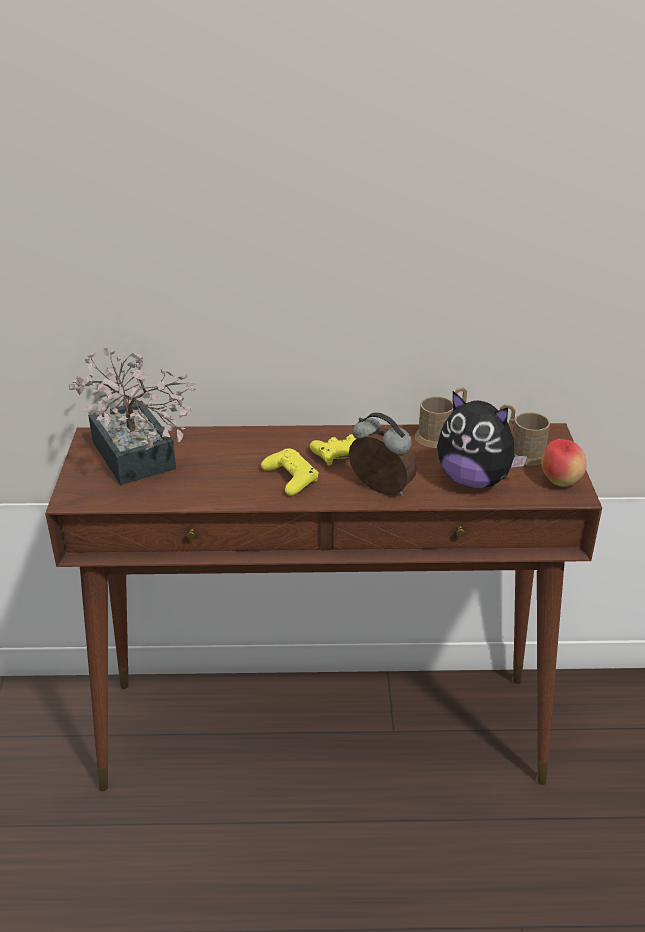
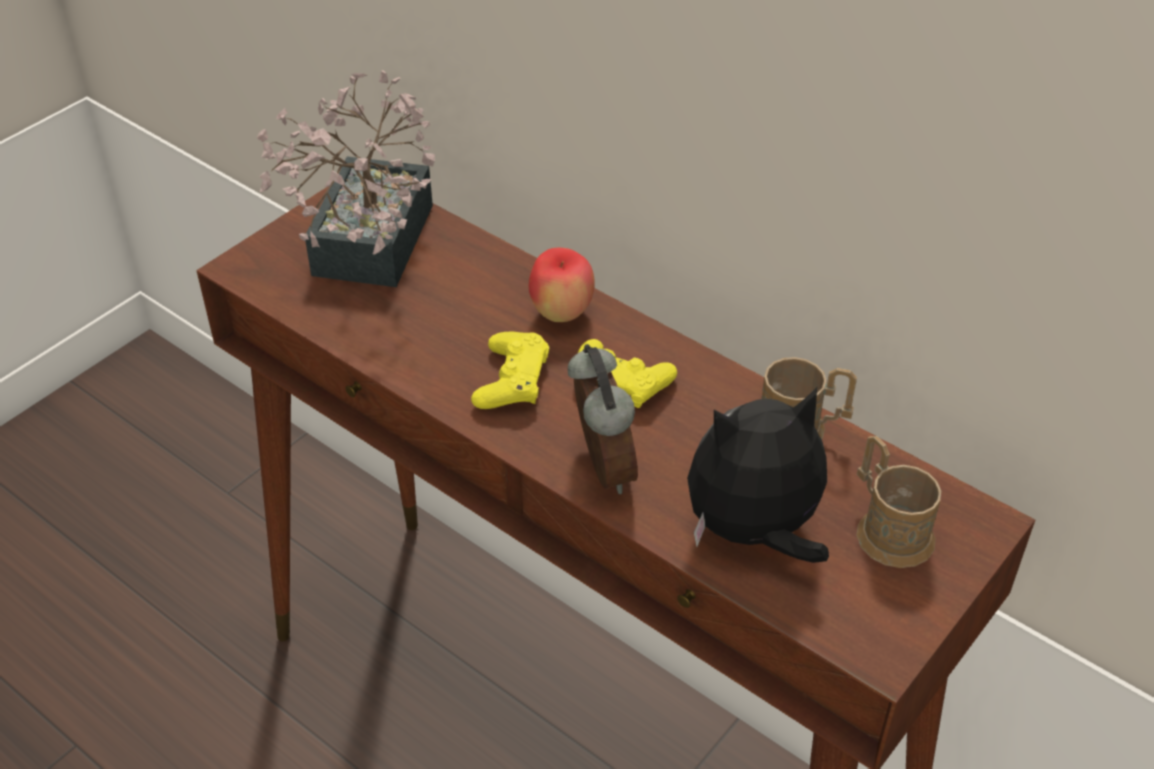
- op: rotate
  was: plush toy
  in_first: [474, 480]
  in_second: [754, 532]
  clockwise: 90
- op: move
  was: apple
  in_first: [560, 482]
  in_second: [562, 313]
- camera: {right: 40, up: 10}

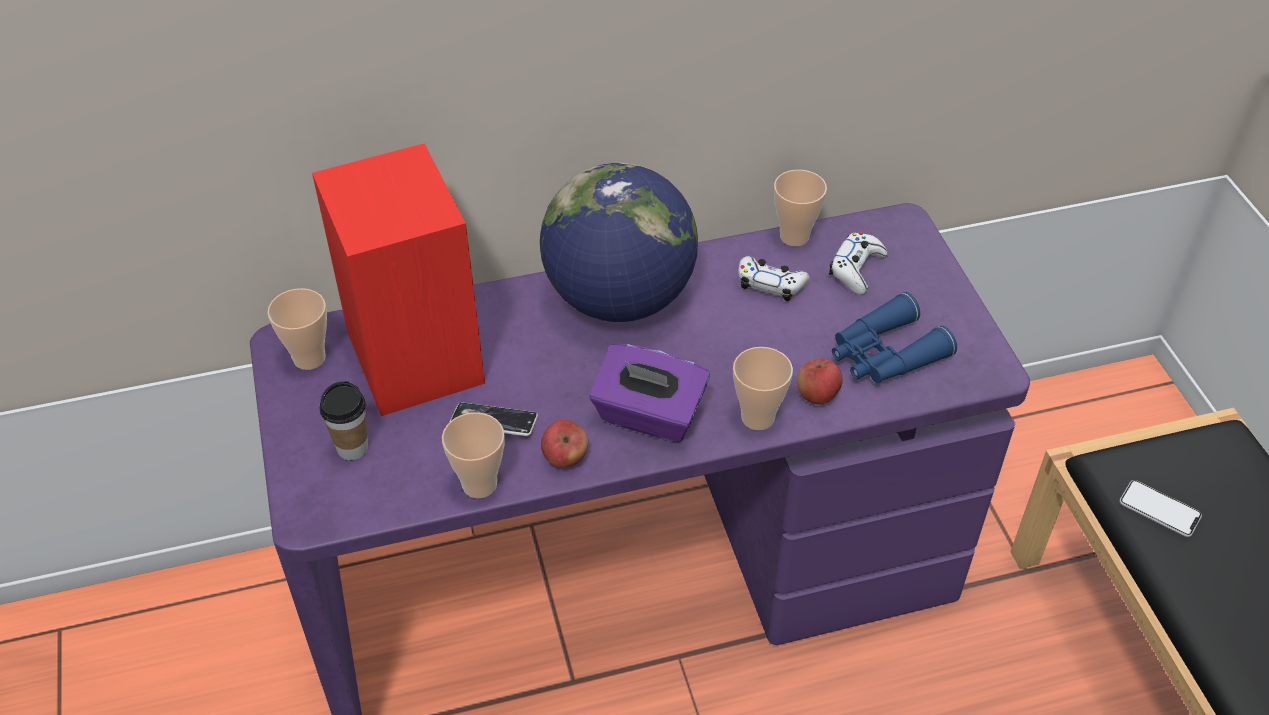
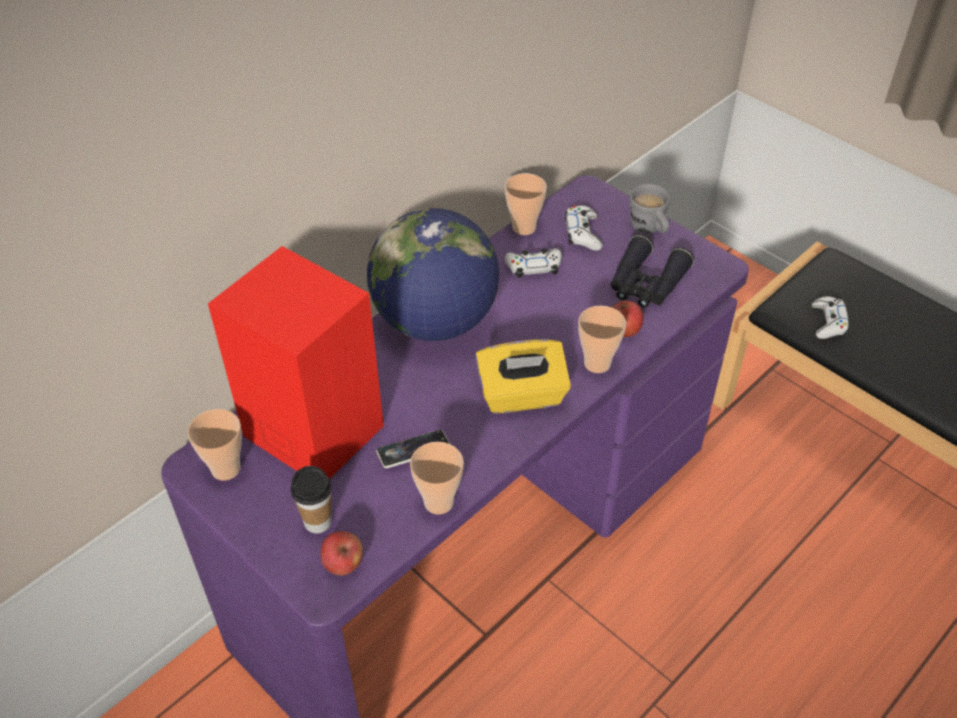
- op: recolor
  was: blue binoculars
  now: black binoculars
  in_first: [884, 354]
  in_second: [646, 284]
- op: recolor
  was: purple tissue box
  now: yellow tissue box
  in_first: [648, 416]
  in_second: [522, 395]
- op: move
  was: apple
  in_first: [565, 458]
  in_second: [343, 564]
- op: replace
  was: phone
  now: white game controller
  in_first: [1159, 509]
  in_second: [828, 322]
- op: insert
  now: grey mug
  in_second: [649, 230]
- camera: {right: -30, up: 0}

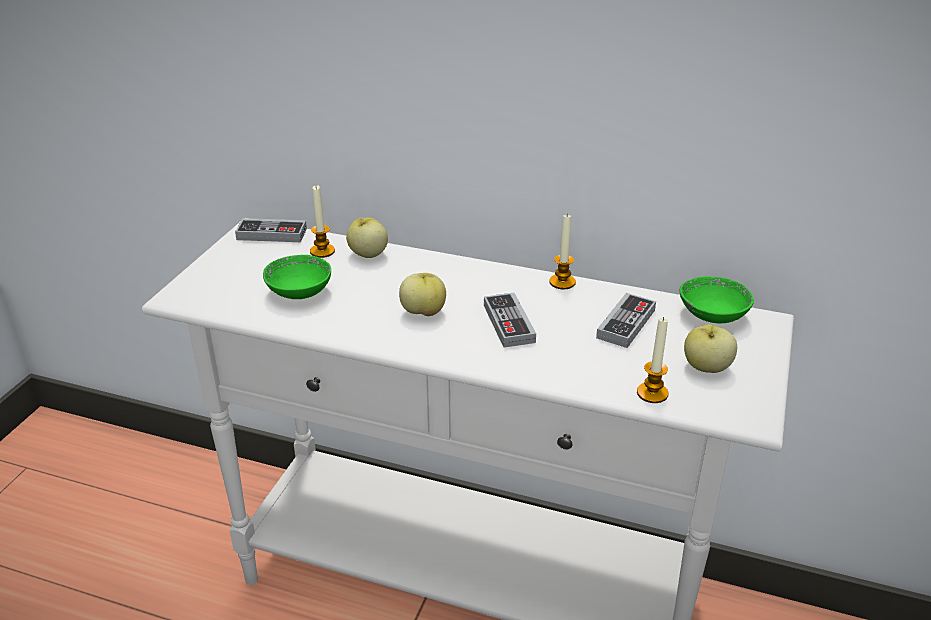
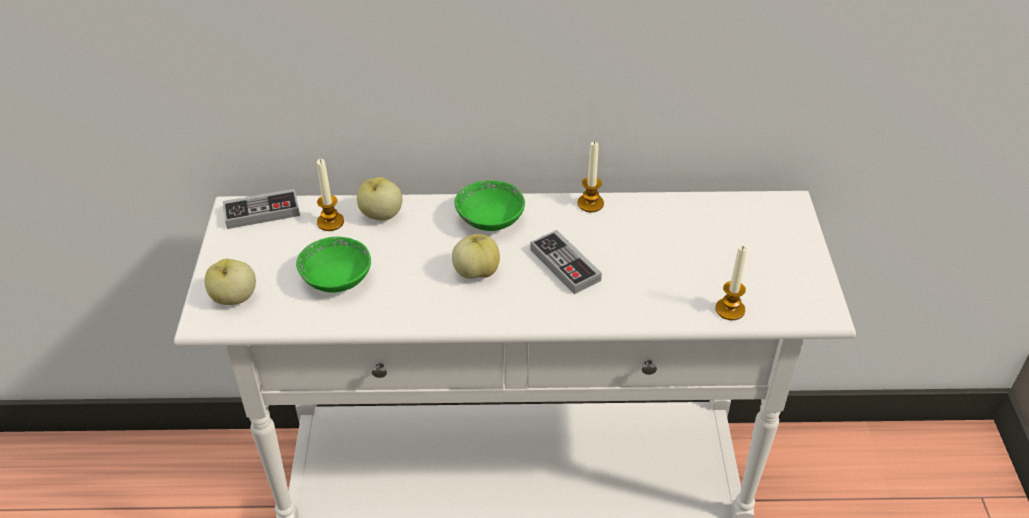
- op: move
  was: green bowl
  in_first: [712, 315]
  in_second: [490, 220]
- op: delete
  was: game controller
  in_first: [626, 324]
- op: move
  was: apple
  in_first: [706, 367]
  in_second: [234, 298]
- camera: {right: -20, up: 10}

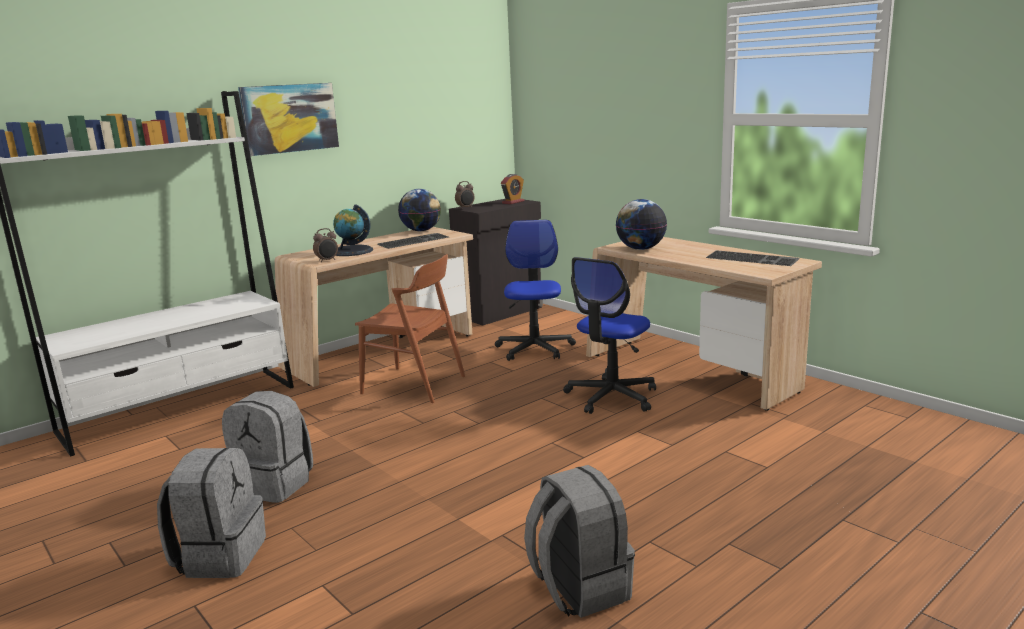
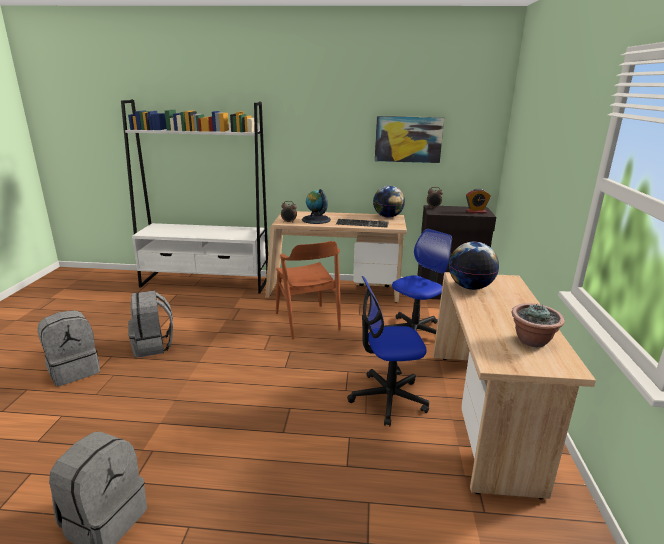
- op: move
  was: picture
  in_first: [289, 118]
  in_second: [408, 139]
- op: replace
  was: keyboard
  now: potted plant
  in_first: [753, 258]
  in_second: [532, 341]
- camera: {right: 45, up: 5}

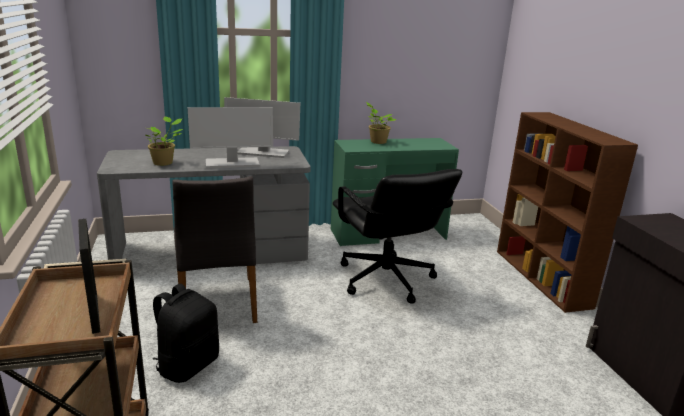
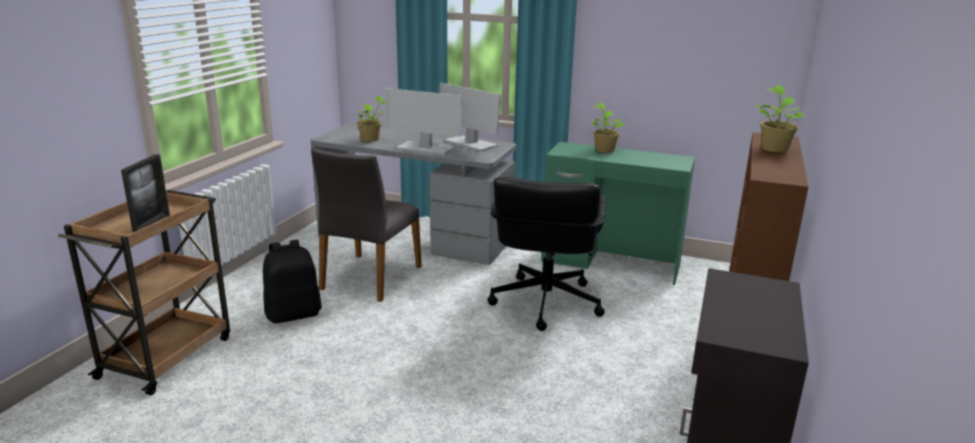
- op: insert
  now: potted plant
  in_second: [773, 148]
- camera: {right: 35, up: 0}

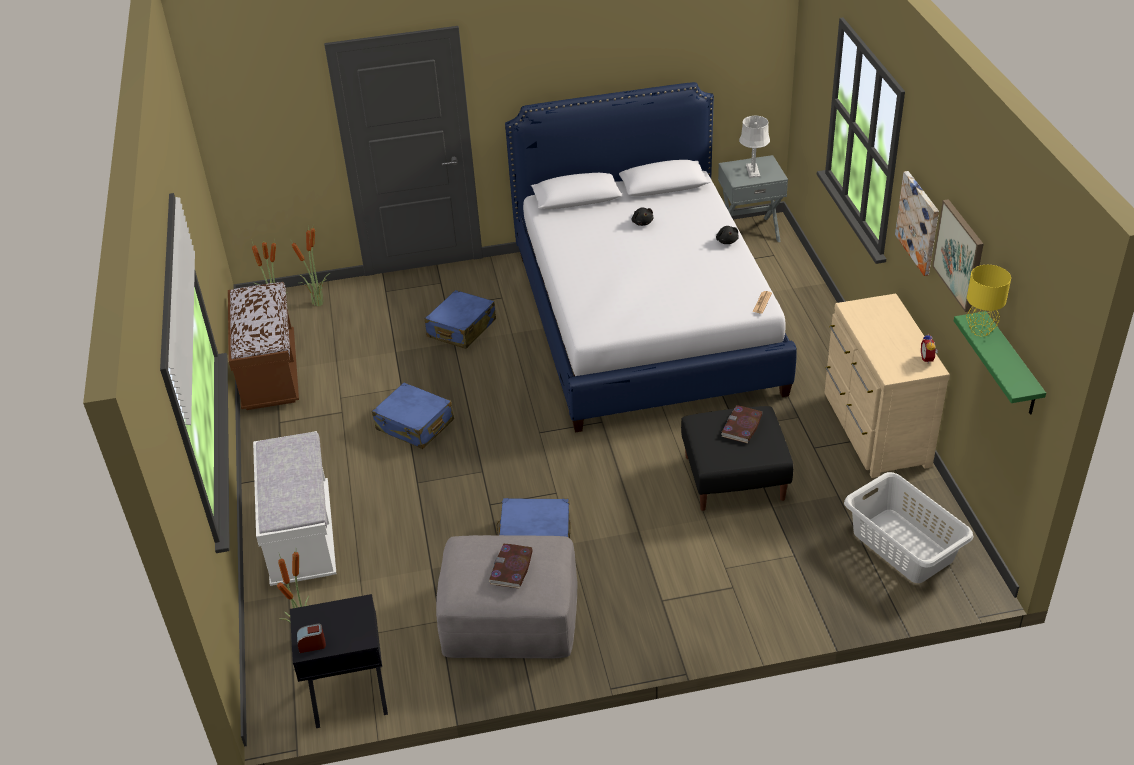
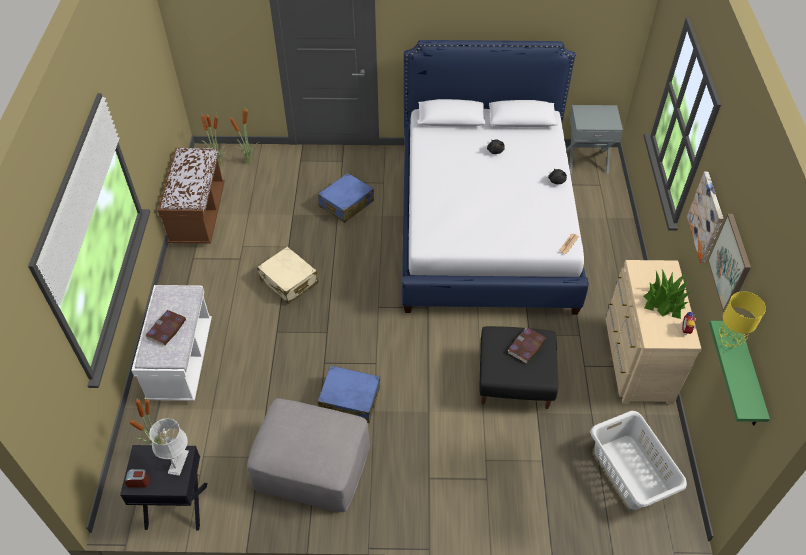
- op: move
  was: grey table lamp
  in_first: [752, 170]
  in_second: [178, 462]
- op: recolor
  was: blue suitcase
  now: beige suitcase
  in_first: [415, 425]
  in_second: [289, 281]
- op: move
  was: book
  in_first: [511, 568]
  in_second: [166, 329]
- op: insert
  now: potted plant
  in_second: [664, 301]
- camera: {right: 10, up: 10}

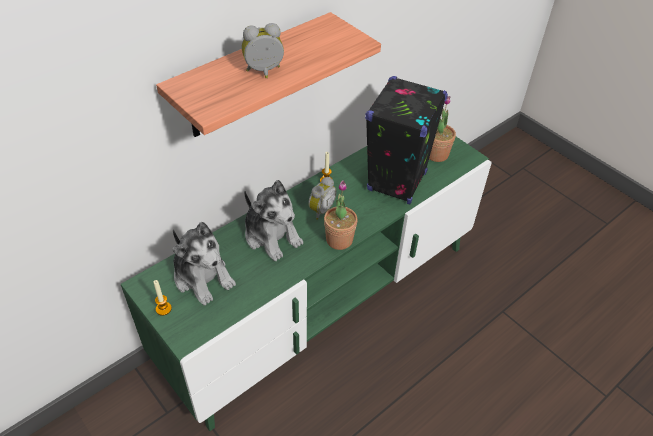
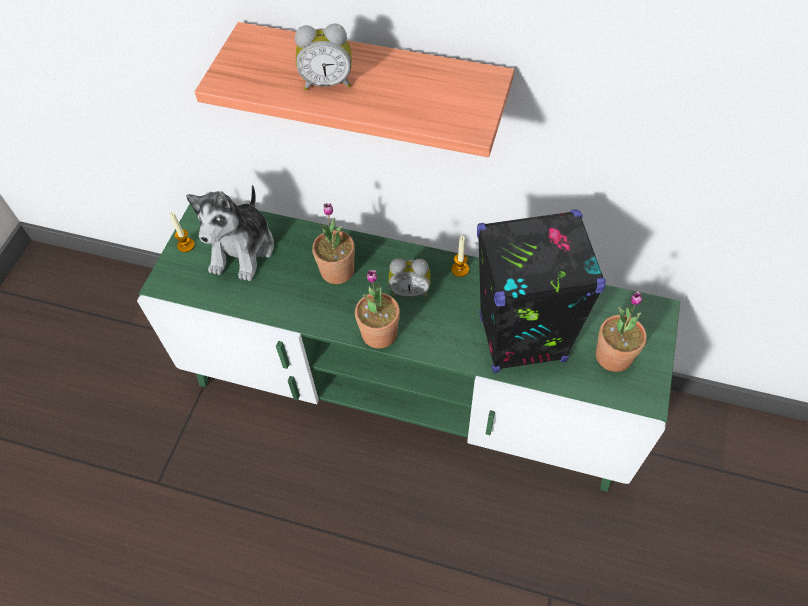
- op: rotate
  was: alarm clock
  in_first: [264, 72]
  in_second: [327, 82]
  clockwise: 135
- op: replace
  was: plush toy
  now: potted plant
  in_first: [272, 236]
  in_second: [337, 271]
- camera: {right: 60, up: 10}

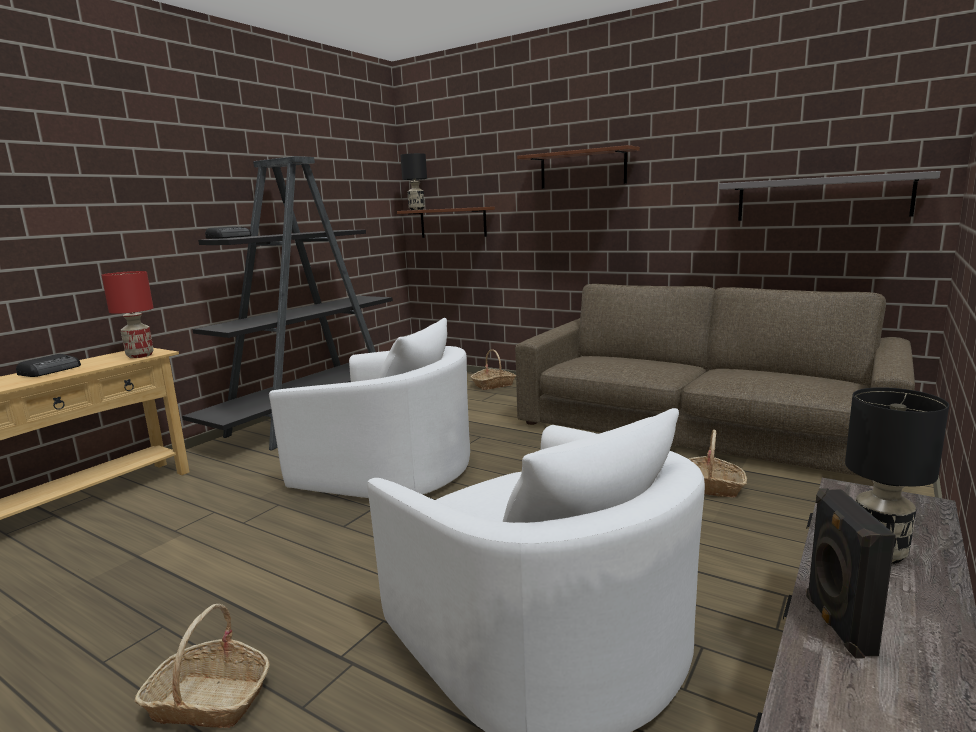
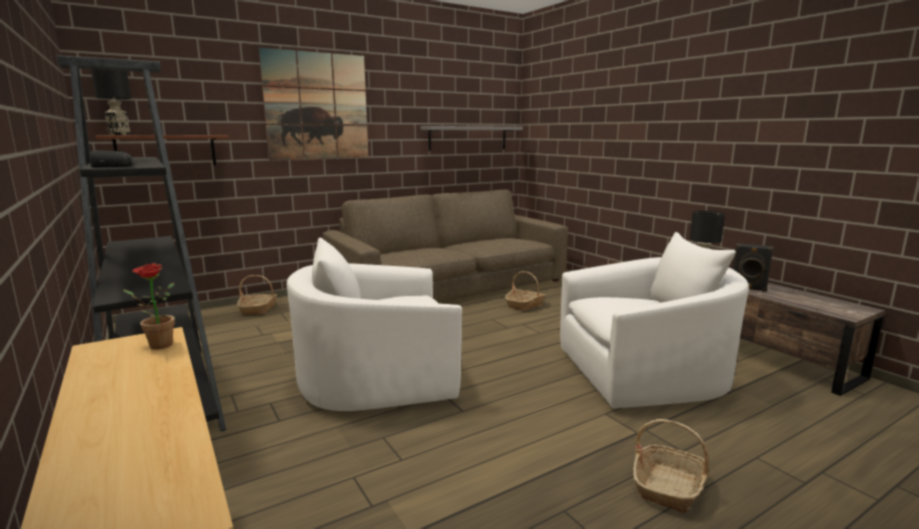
- op: replace
  was: brown shelf
  now: picture
  in_first: [582, 169]
  in_second: [317, 106]
- op: replace
  was: red table lamp
  now: potted plant
  in_first: [140, 355]
  in_second: [156, 345]
- op: rotate
  was: white armchair
  in_first: [388, 470]
  in_second: [378, 378]
  clockwise: -150
- op: delete
  was: radio
  in_first: [51, 370]
- camera: {right: -65, up: 0}

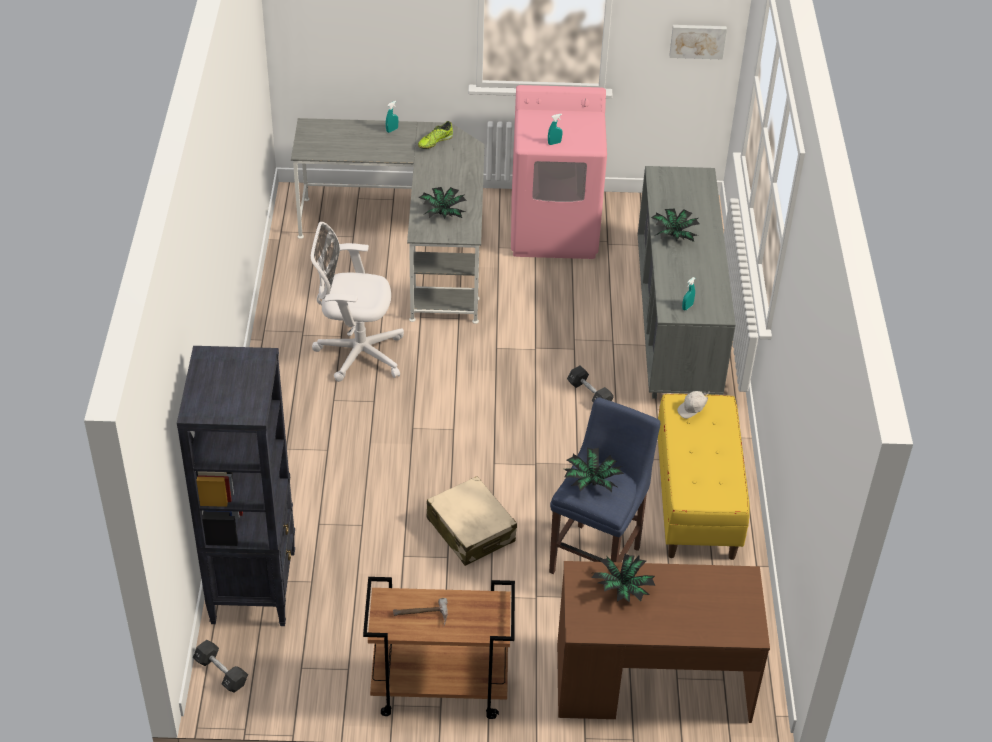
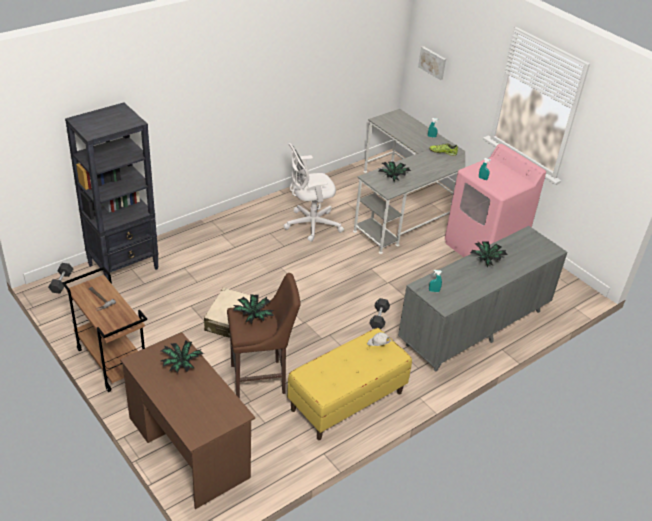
- op: move
  was: picture
  in_first: [697, 40]
  in_second: [433, 62]
- op: rotate
  was: white office chair
  in_first: [356, 353]
  in_second: [310, 225]
  clockwise: -75
- op: recolor
  was: blue stool
  now: brown stool
  in_first: [597, 557]
  in_second: [261, 379]
- camera: {right: 50, up: -5}

